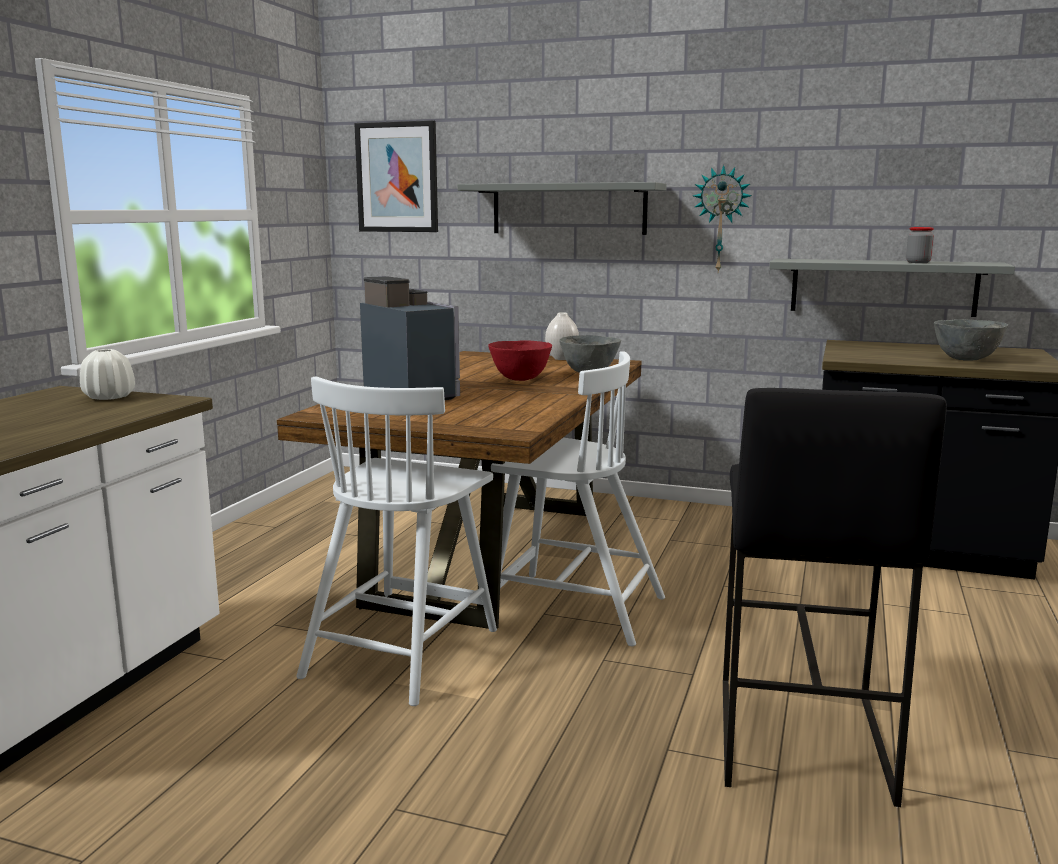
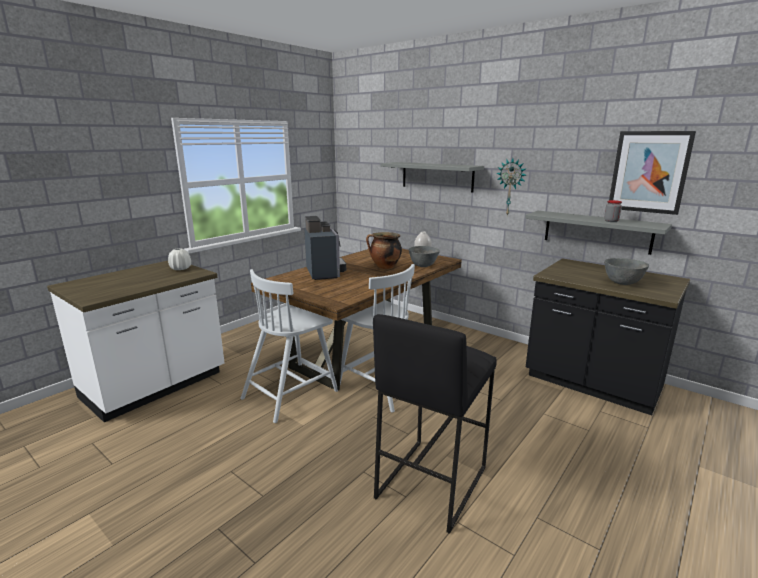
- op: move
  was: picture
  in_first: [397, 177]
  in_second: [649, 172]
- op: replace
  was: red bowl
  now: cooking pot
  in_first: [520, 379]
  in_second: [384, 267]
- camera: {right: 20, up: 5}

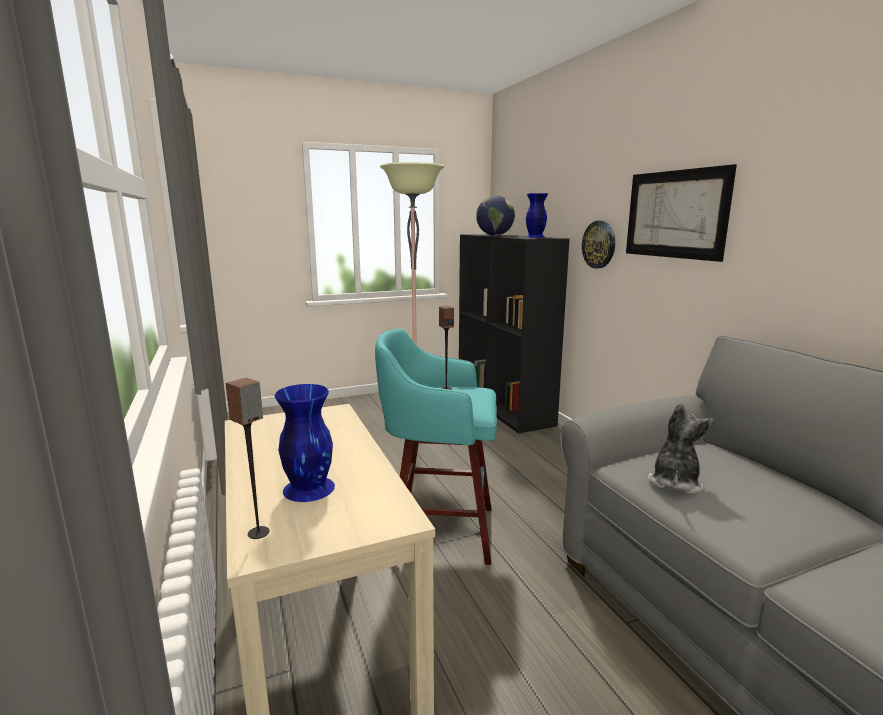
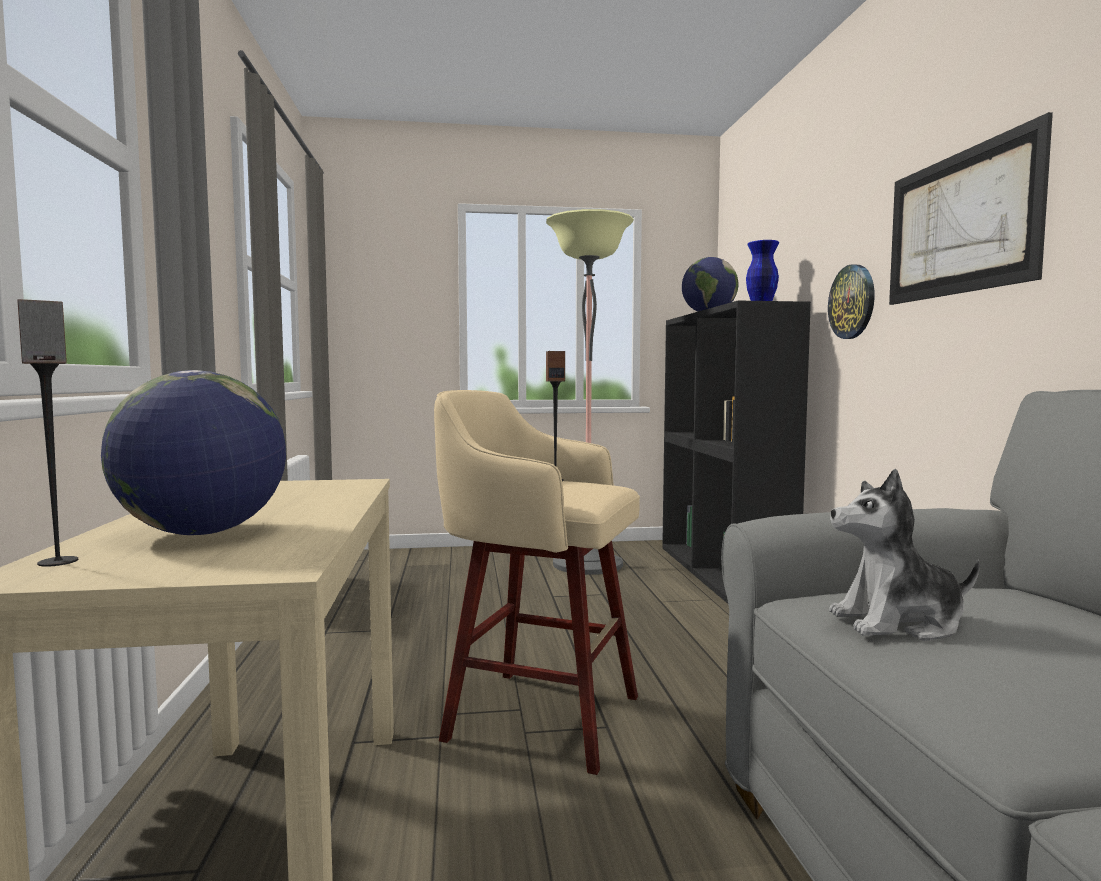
- op: recolor
  was: turquoise stool
  now: beige stool
  in_first: [438, 531]
  in_second: [537, 716]
- op: replace
  was: blue vase
  now: globe
  in_first: [308, 488]
  in_second: [202, 533]
- op: rotate
  was: plush toy
  in_first: [674, 482]
  in_second: [898, 623]
  clockwise: -135
- camera: {right: 15, up: -10}

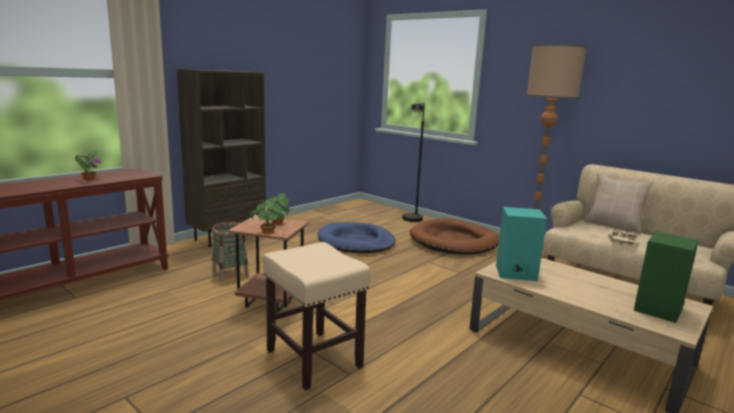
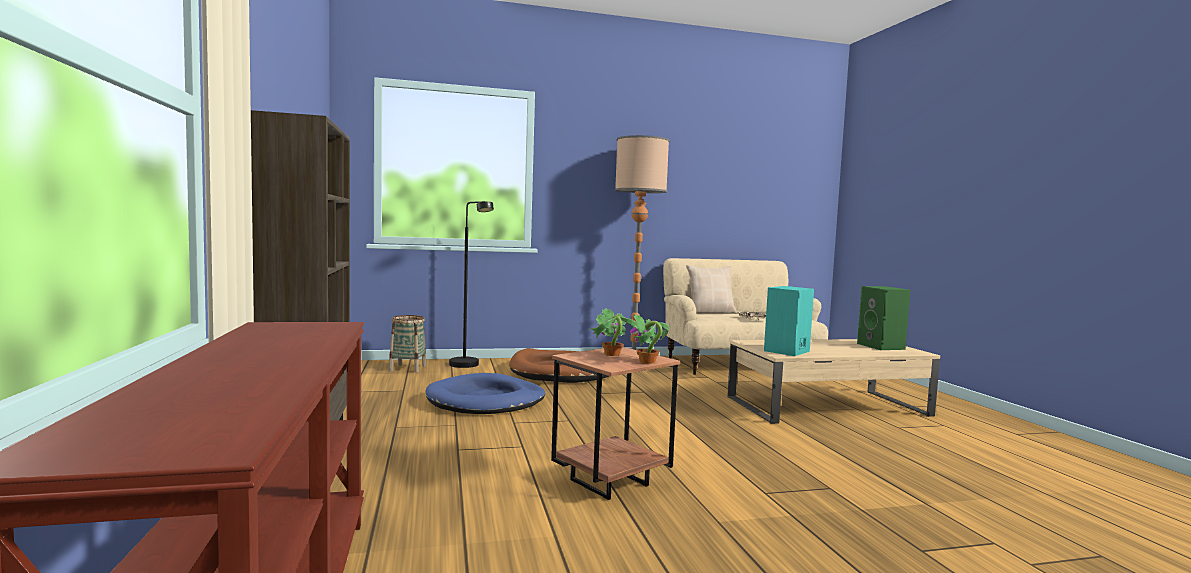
- op: delete
  was: potted plant
  in_first: [89, 179]
- op: move
  was: basket
  in_first: [230, 274]
  in_second: [407, 368]
- op: delete
  was: beige stool
  in_first: [313, 358]
- camera: {right: -55, up: -10}

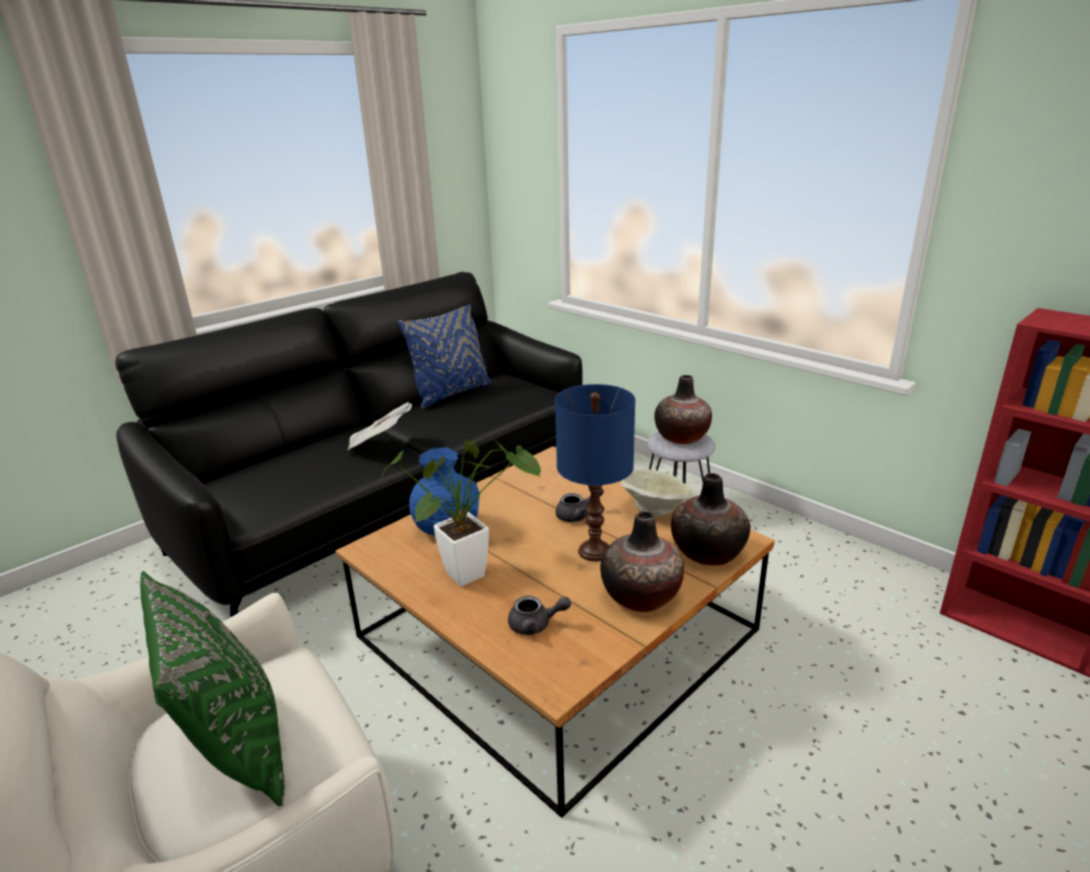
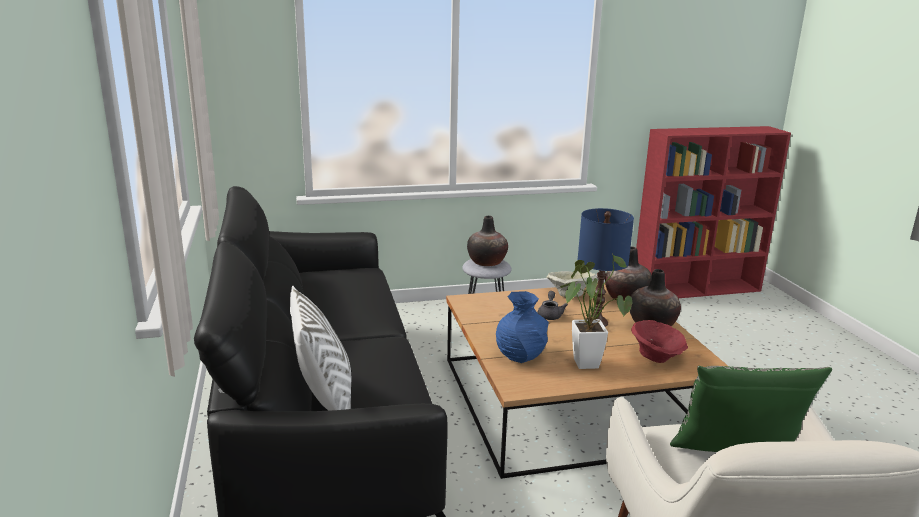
- op: delete
  was: blue pillow
  in_first: [451, 393]
- op: delete
  was: newspaper
  in_first: [380, 443]
- op: replace
  was: grey teapot
  now: red bowl
  in_first: [536, 625]
  in_second: [656, 358]
- op: insert
  now: white pillow
  in_second: [324, 399]
- camera: {right: -60, up: -5}

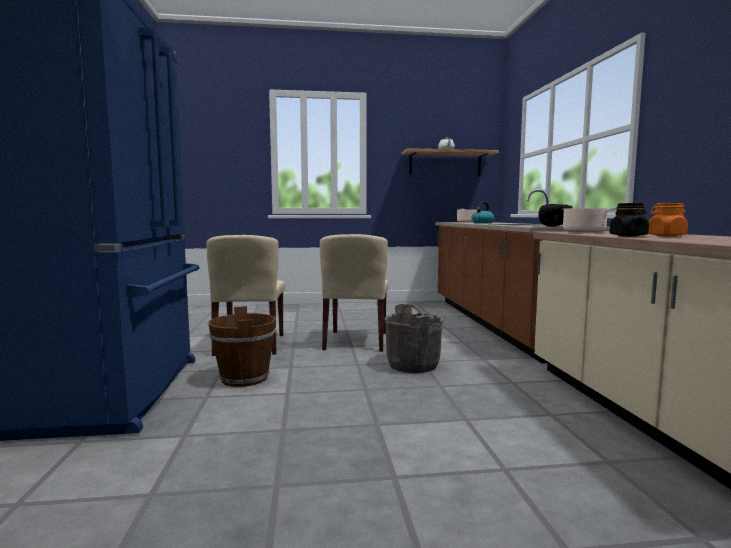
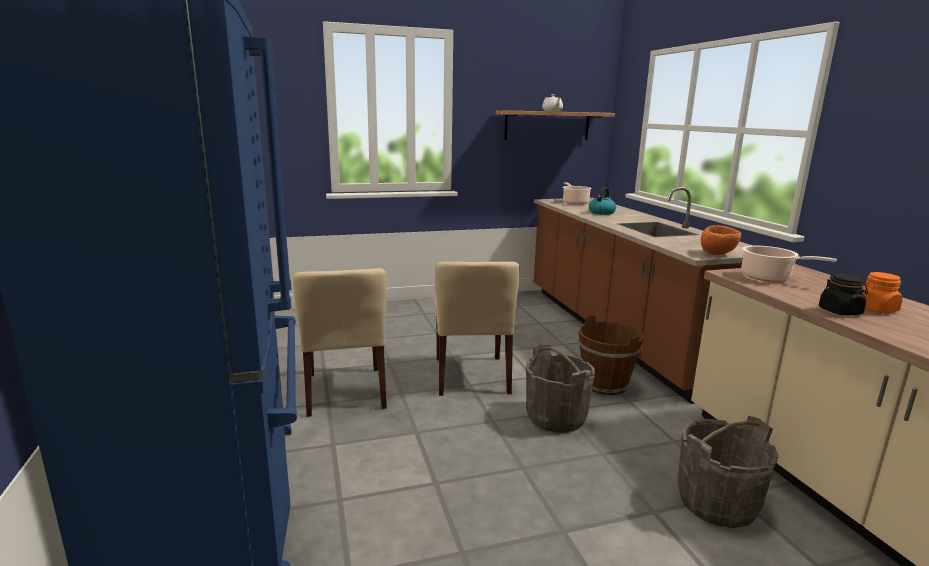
- op: recolor
  was: black bowl
  now: orange bowl
  in_first: [554, 226]
  in_second: [718, 254]
- op: move
  was: brown bucket
  in_first: [244, 378]
  in_second: [604, 384]
- op: insert
  now: grey bucket
  in_second: [717, 503]
- camera: {right: -10, up: 10}

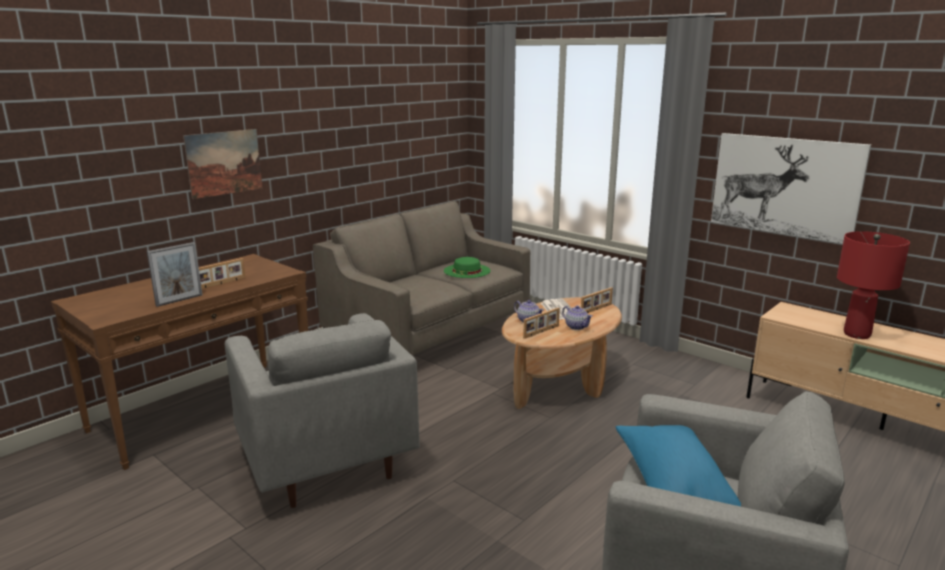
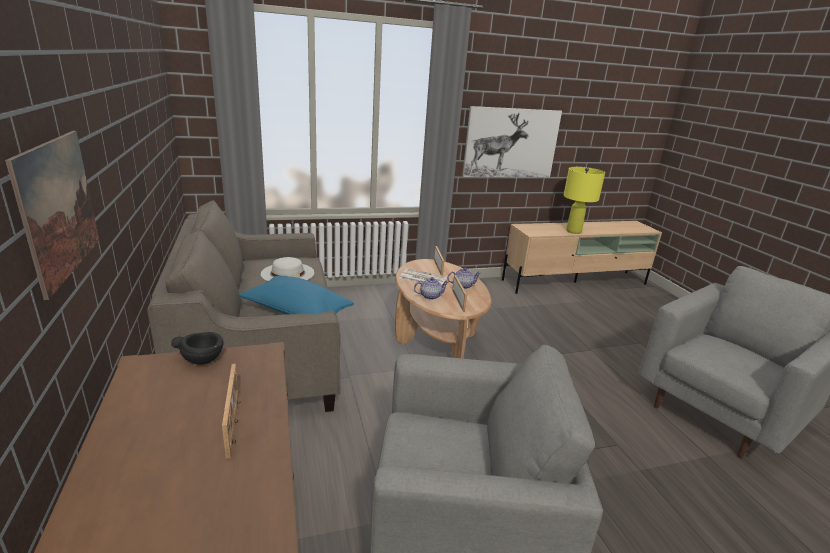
- op: recolor
  was: red table lamp
  now: yellow table lamp
  in_first: [857, 334]
  in_second: [574, 231]
- op: delete
  was: picture frame
  in_first: [179, 300]
- op: recolor
  was: green hat
  now: white hat
  in_first: [467, 270]
  in_second: [287, 273]
- op: move
  was: blue pillow
  in_first: [672, 485]
  in_second: [296, 312]
- op: insert
  now: black bowl
  in_second: [203, 359]
- camera: {right: -60, up: 5}

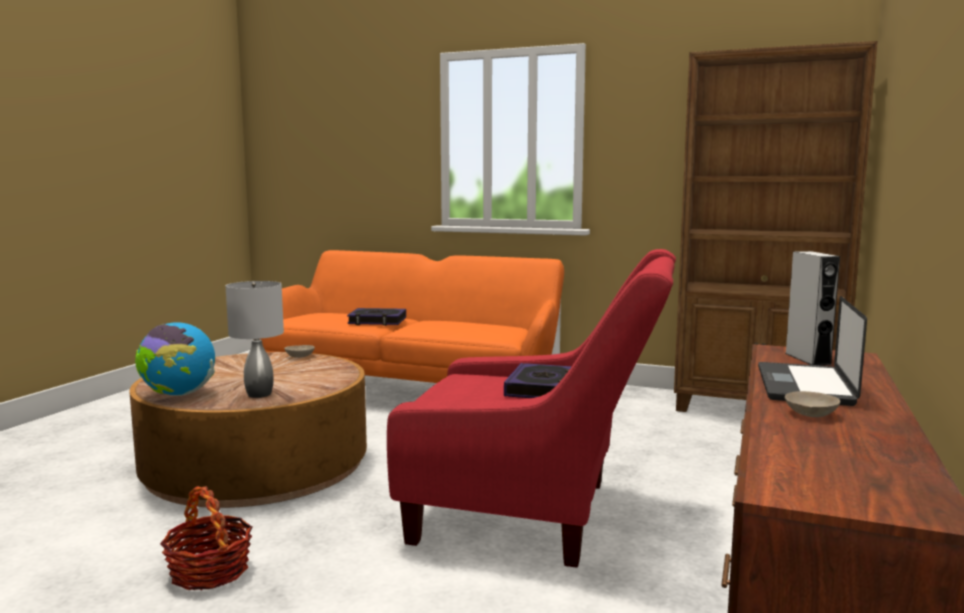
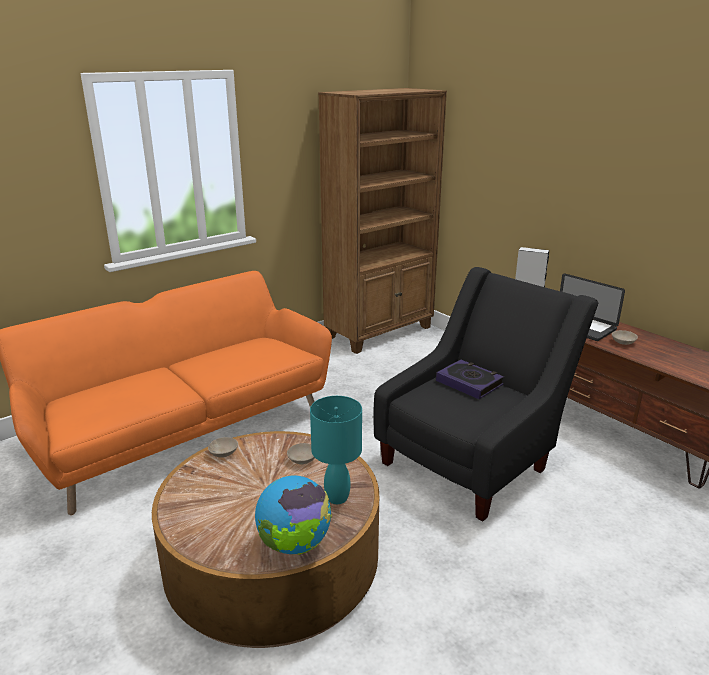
- op: recolor
  was: red armchair
  now: black armchair
  in_first: [538, 515]
  in_second: [473, 459]
- op: recolor
  was: grey table lamp
  now: turquoise table lamp
  in_first: [258, 394]
  in_second: [337, 498]
- op: delete
  was: book
  in_first: [377, 321]
- op: delete
  was: basket
  in_first: [209, 571]
- op: insert
  now: beige bowl
  in_second: [303, 459]
- camera: {right: -60, up: 15}

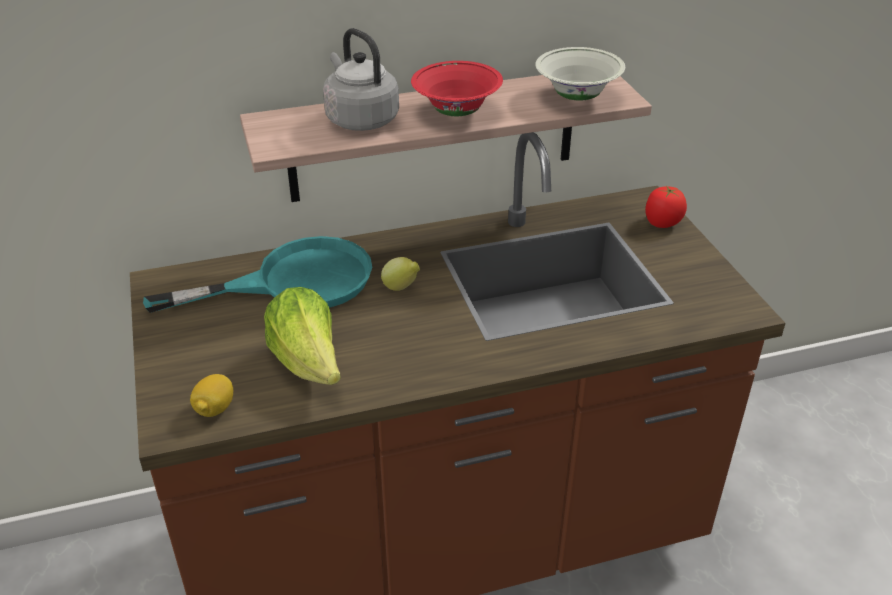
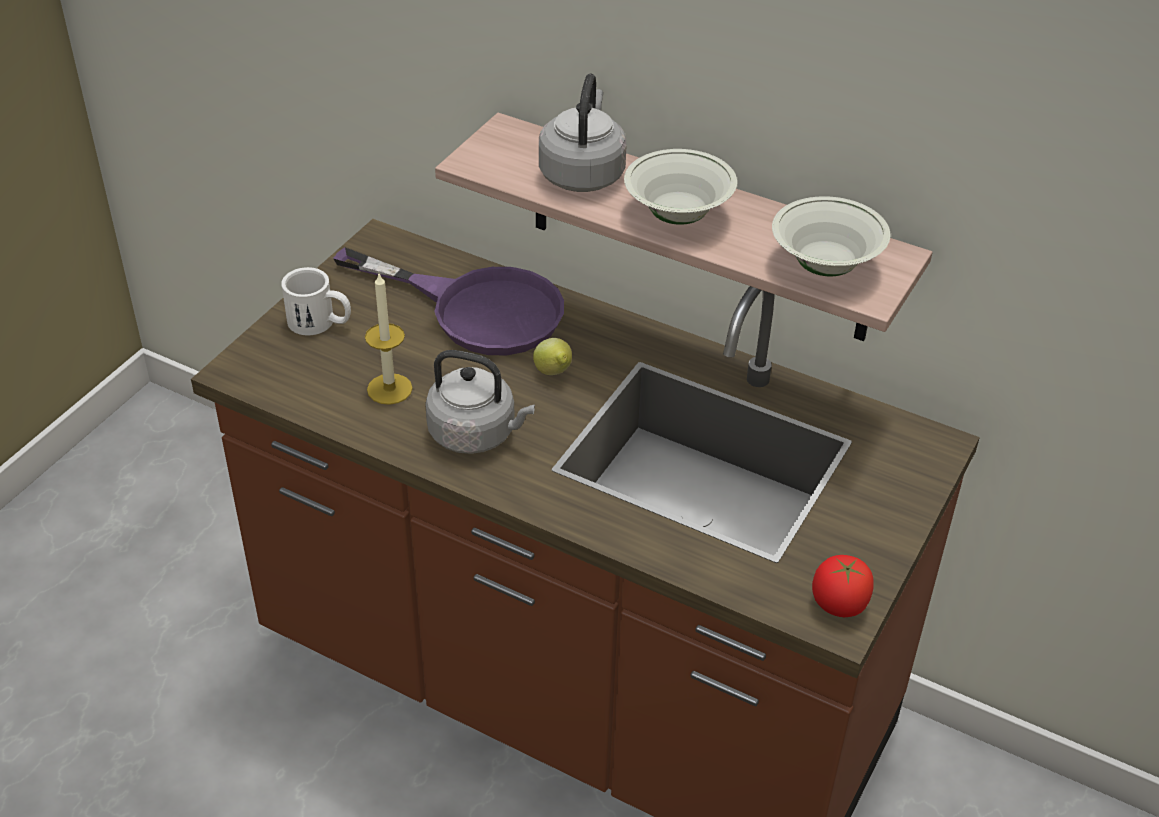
- op: recolor
  was: red bowl
  now: white bowl
  in_first: [457, 112]
  in_second: [678, 215]
- op: move
  was: tomato
  in_first: [662, 223]
  in_second: [838, 605]
- op: recolor
  was: turquoise frying pan
  now: purple frying pan
  in_first: [293, 282]
  in_second: [476, 309]
- op: replace
  was: lettuce
  now: candle
  in_first: [309, 363]
  in_second: [389, 389]
- op: delete
  was: lemon
  in_first: [215, 409]
- op: insert
  now: white mug
  in_second: [320, 323]
- op: insert
  now: grey kettle
  in_second: [476, 434]
- camera: {right: 45, up: 5}

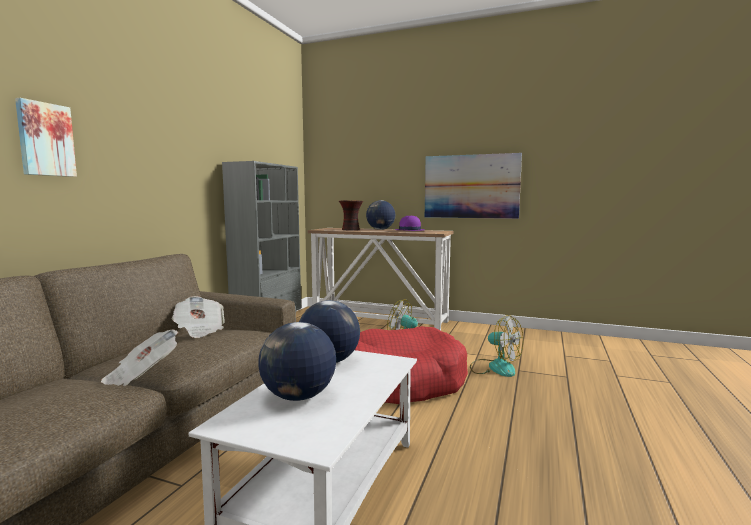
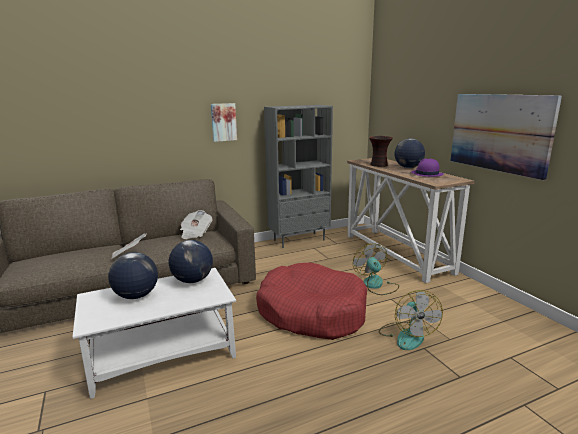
- op: move
  was: picture
  in_first: [45, 139]
  in_second: [223, 122]
- camera: {right: 45, up: 10}

